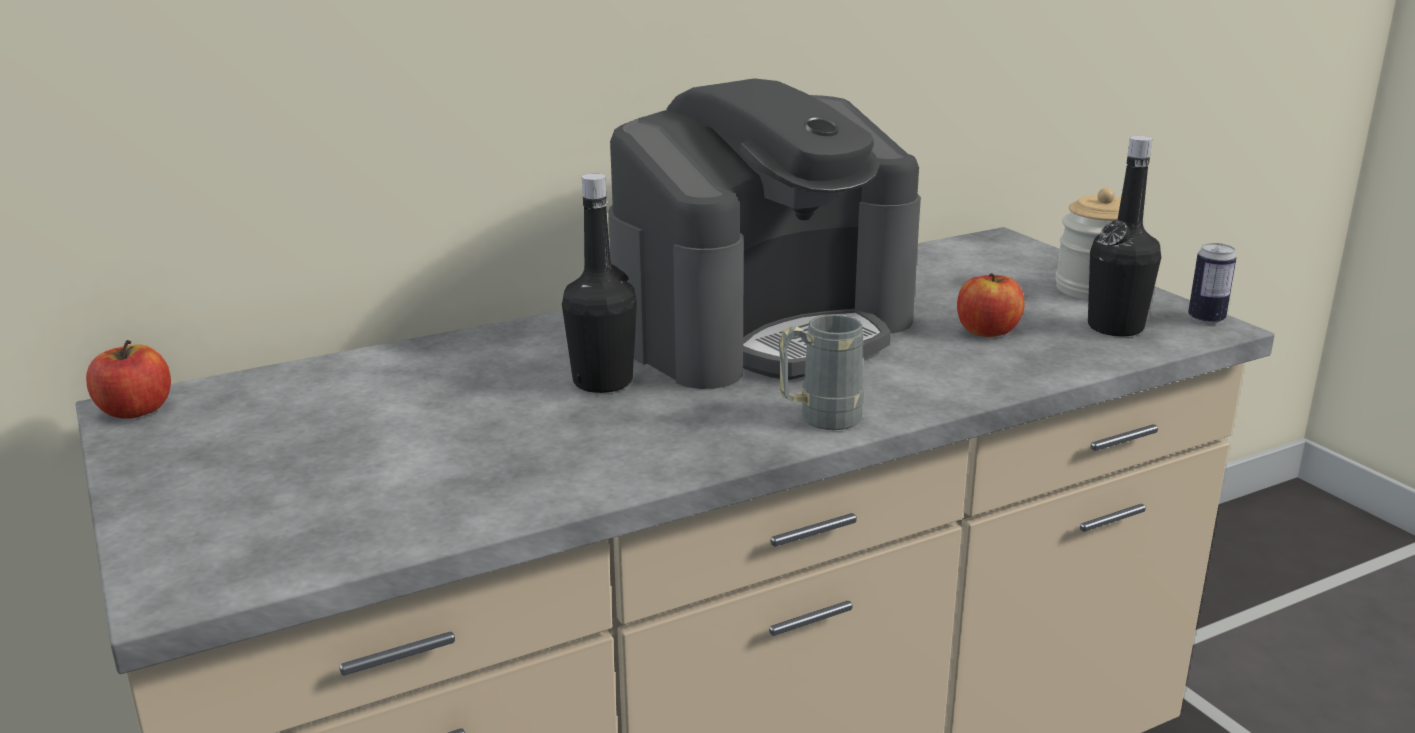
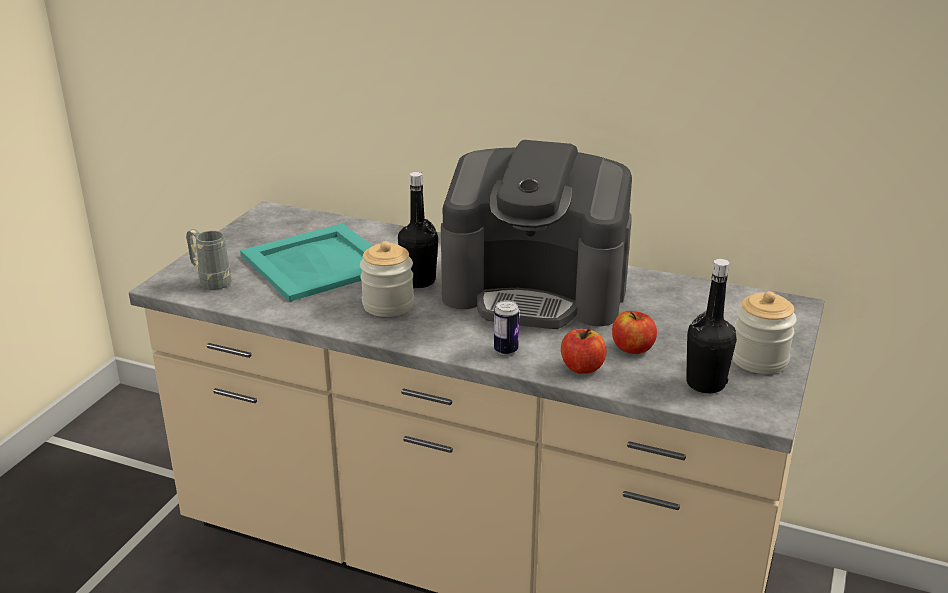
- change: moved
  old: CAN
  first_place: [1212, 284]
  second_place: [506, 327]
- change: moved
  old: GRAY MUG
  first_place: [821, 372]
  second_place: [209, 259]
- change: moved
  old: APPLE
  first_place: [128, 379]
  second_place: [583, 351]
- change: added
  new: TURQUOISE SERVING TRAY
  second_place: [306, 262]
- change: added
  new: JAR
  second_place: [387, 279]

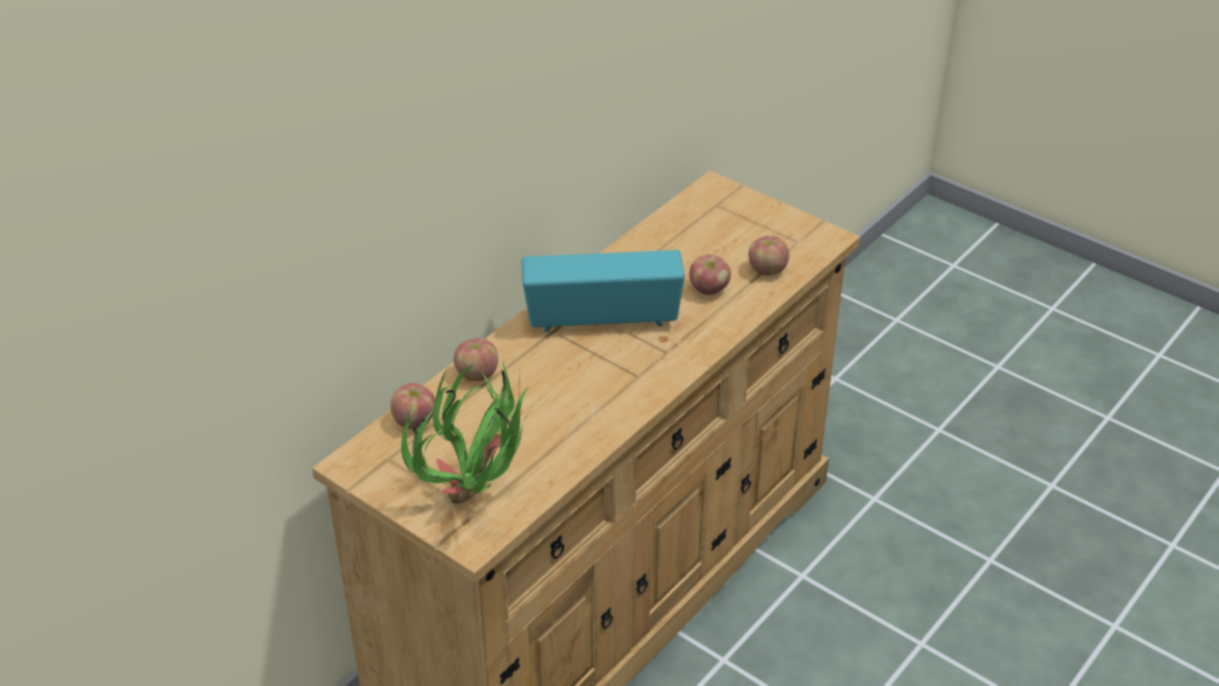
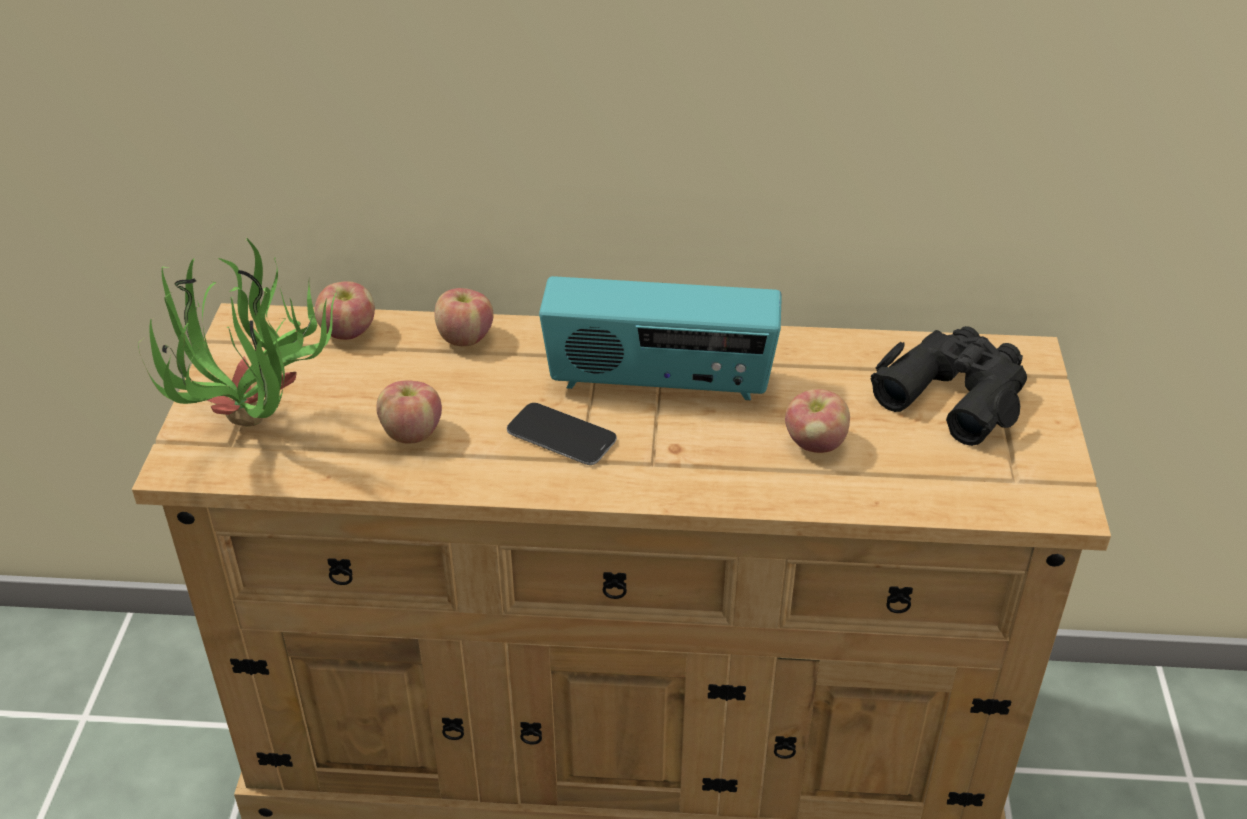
- change: moved
  old: APPLE
  first_place: [769, 256]
  second_place: [409, 412]
- change: turned
  old: RADIO
  first_place: [603, 291]
  second_place: [660, 338]
  degrees: 135
- change: added
  new: BLACK-COLOURED FIELD GLASSES
  second_place: [949, 386]
- change: added
  new: TELEPHONE
  second_place: [562, 434]

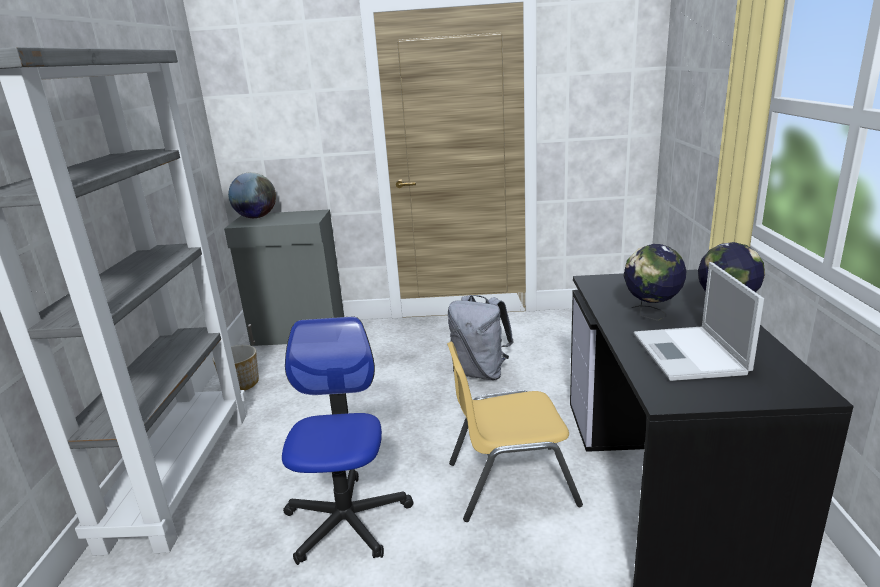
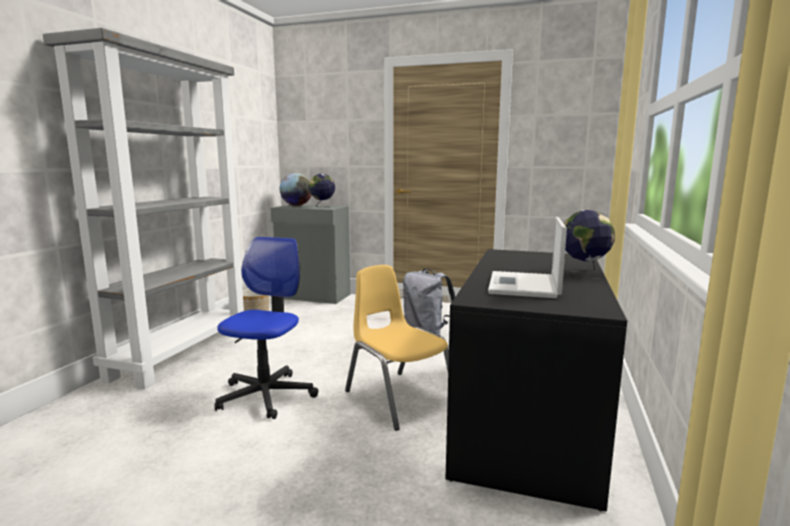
- change: moved
  old: GLOBE
  first_place: [655, 282]
  second_place: [322, 191]
- change: turned
  old: YELLOW-COLOURED UPRIGHT CHAIR
  first_place: [515, 432]
  second_place: [397, 348]
  degrees: 45

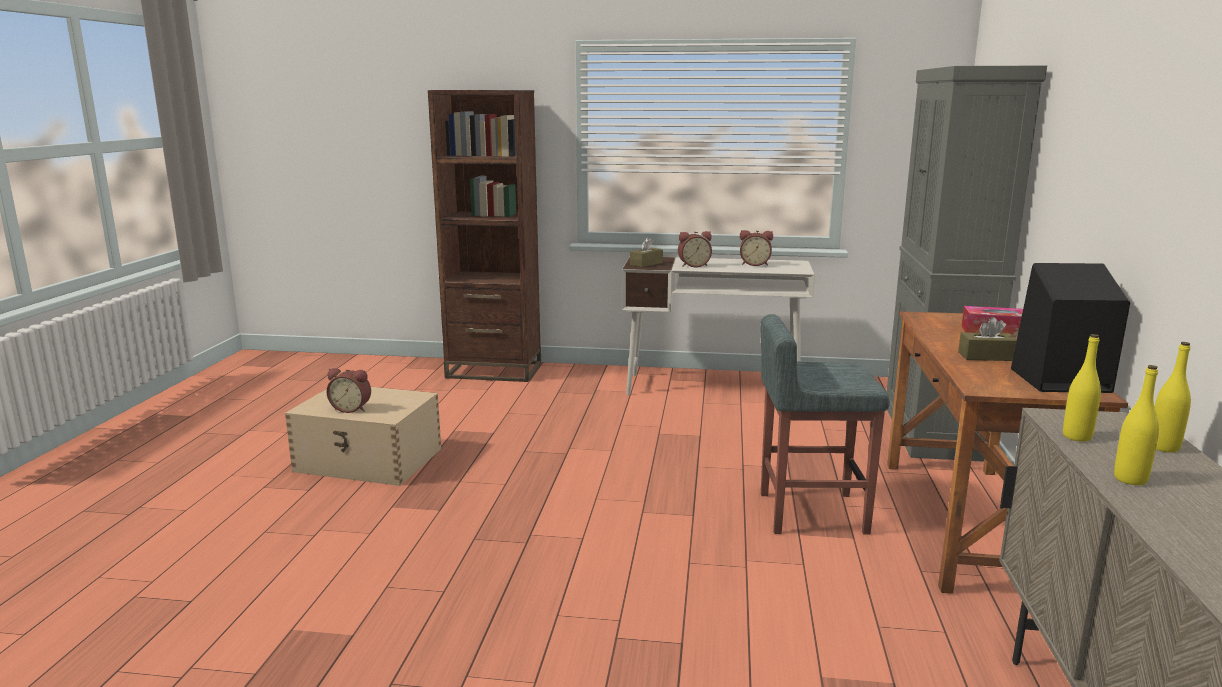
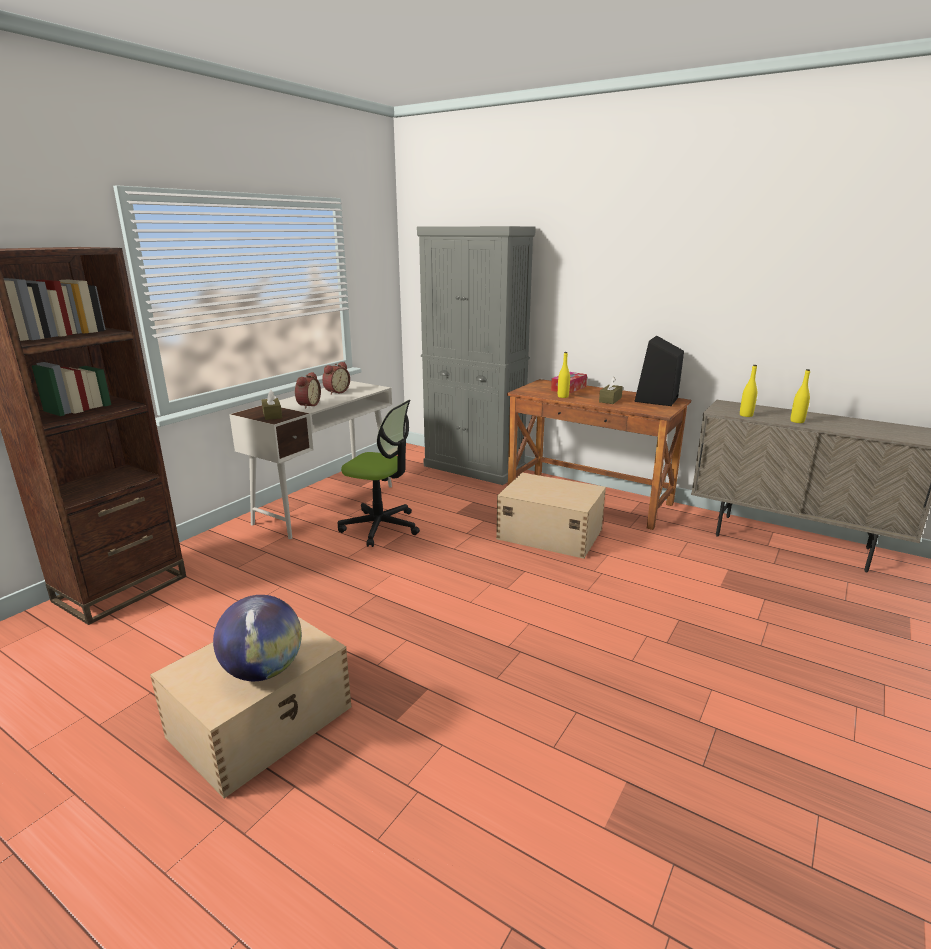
- change: replaced
  old: GRAY STOOL SEAT
  new: SAND-COLOURED STORAGE CONTAINER
  first_place: [825, 424]
  second_place: [551, 516]
- change: moved
  old: YELLOW-COLOURED BOTTLE
  first_place: [1173, 397]
  second_place: [564, 375]
- change: replaced
  old: BEDSIDE CLOCK
  new: GLOBE
  first_place: [348, 390]
  second_place: [257, 638]
- change: added
  new: OFFICE CHAIR
  second_place: [379, 473]

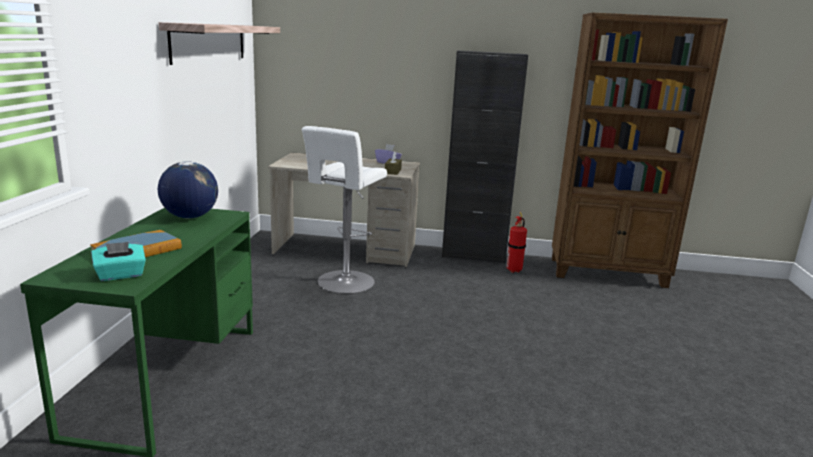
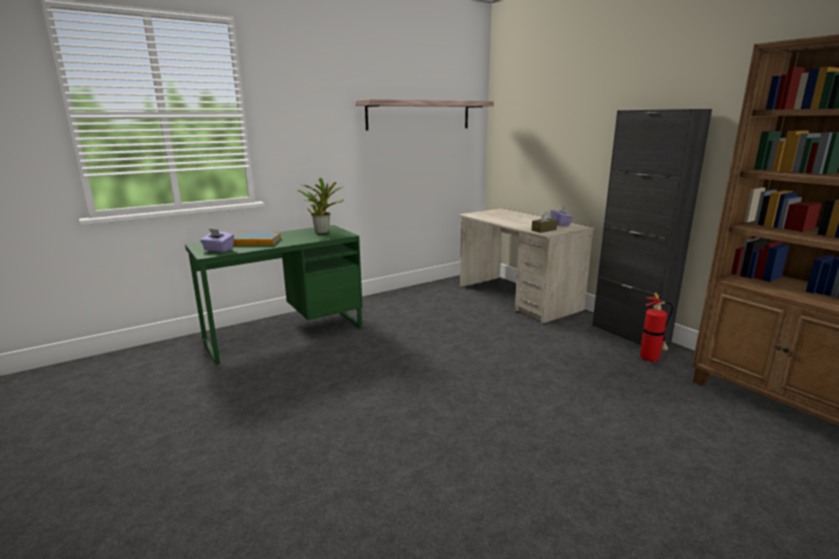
- change: removed
  old: WHITE-COLOURED STOOL SEAT
  first_place: [344, 210]
- change: replaced
  old: GLOBE
  new: POTTED PLANT
  first_place: [188, 189]
  second_place: [320, 206]
- change: recoloured
  old: TURQUOISE BOX OF TISSUES
  new: PURPLE-COLOURED BOX OF TISSUES
  first_place: [118, 261]
  second_place: [217, 240]

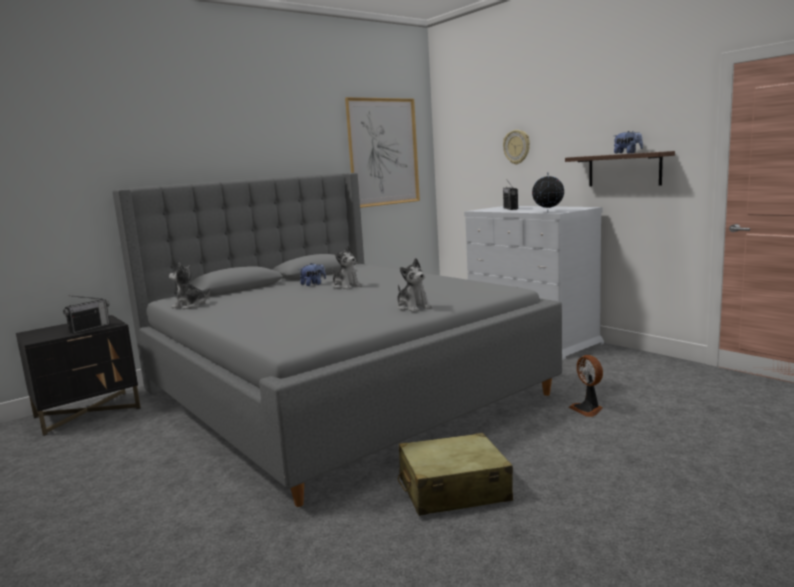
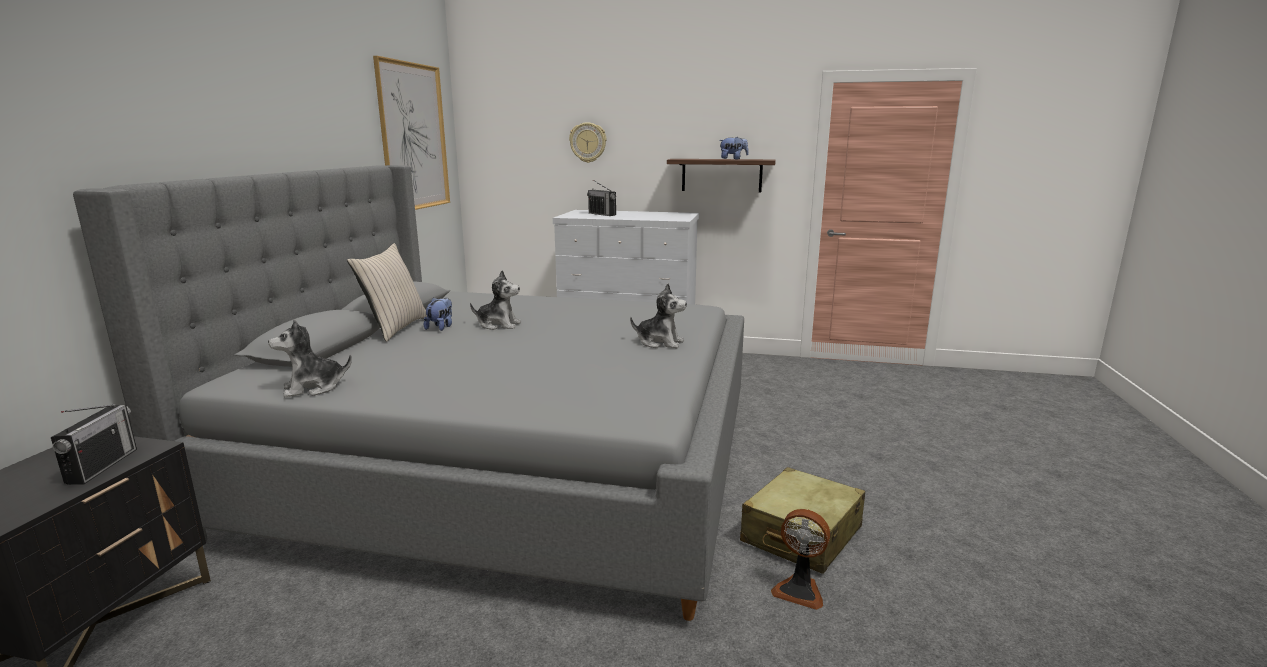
- change: removed
  old: GLOBE
  first_place: [548, 191]
- change: moved
  old: FAN
  first_place: [586, 386]
  second_place: [800, 559]
- change: added
  new: SAND-COLOURED PILLOW
  second_place: [387, 292]

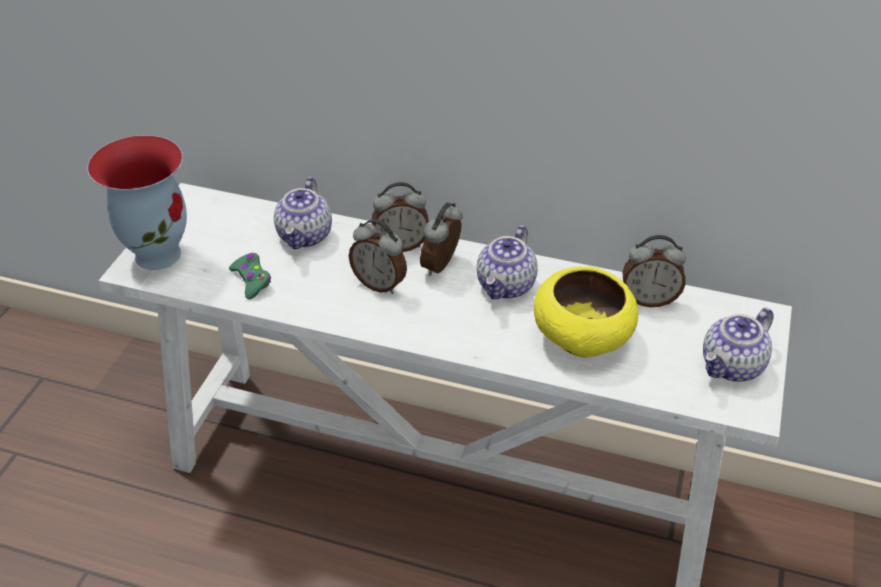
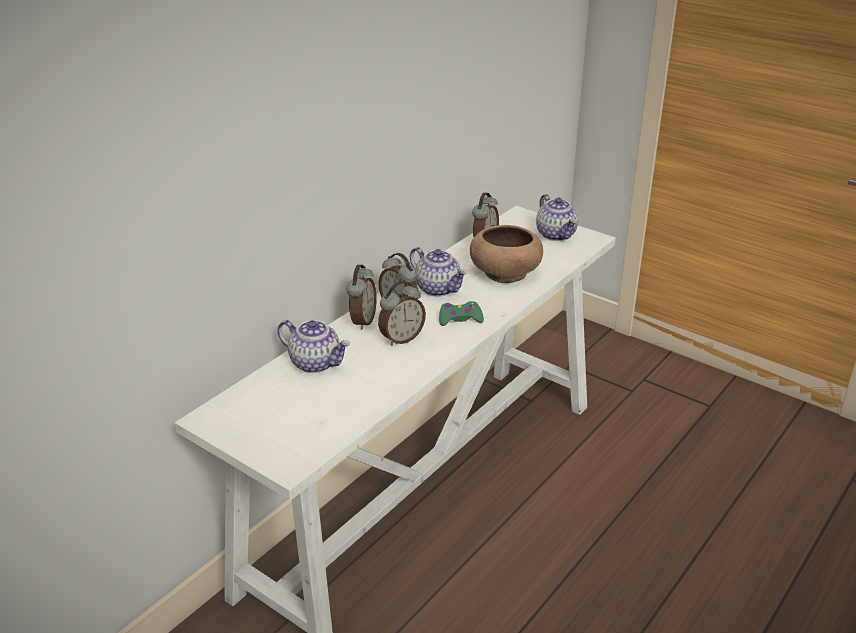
- change: removed
  old: DECORATIVE VASE
  first_place: [137, 202]
- change: moved
  old: GREEN GAMEPAD
  first_place: [250, 276]
  second_place: [461, 313]
- change: recoloured
  old: YELLOW-COLOURED BOWL
  new: BROWN BOWL
  first_place: [586, 311]
  second_place: [506, 254]

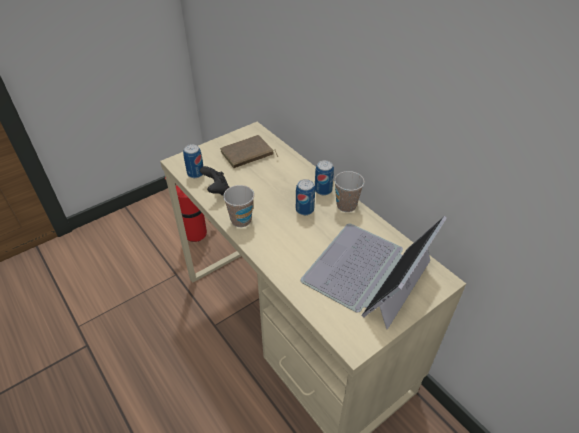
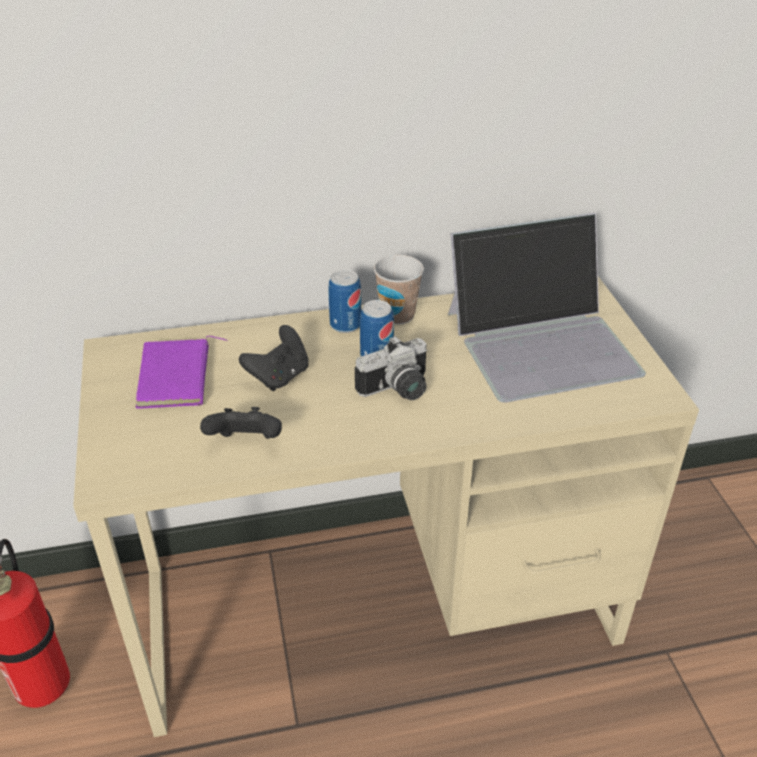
- change: recoloured
  old: BROWN BOUND BOOK
  new: PURPLE-COLOURED BOUND BOOK
  first_place: [249, 151]
  second_place: [181, 372]
- change: removed
  old: CAN
  first_place: [193, 161]
- change: removed
  old: DRINKING CUP
  first_place: [238, 206]
- change: turned
  old: LAPTOP
  first_place: [374, 273]
  second_place: [547, 308]
  degrees: -75
- change: added
  new: BLACK-COLOURED GAMEPAD
  second_place: [274, 358]
- change: added
  new: PHOTO CAMERA
  second_place: [391, 368]

